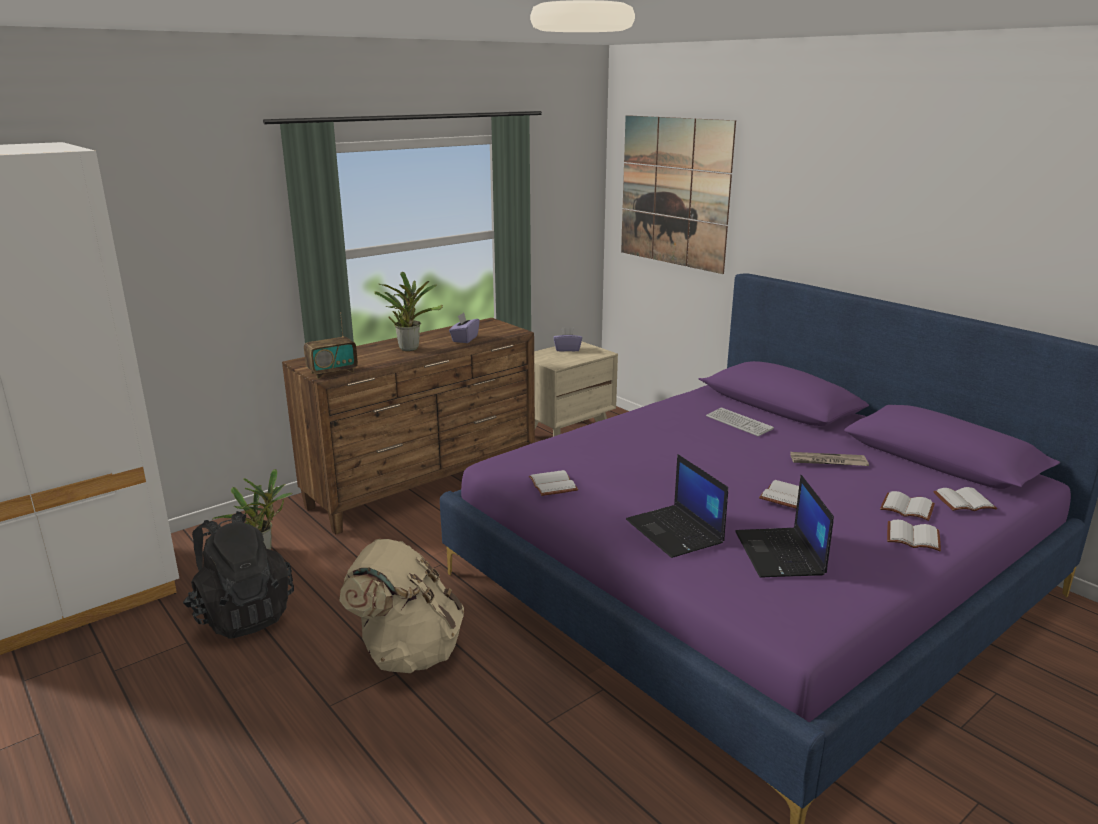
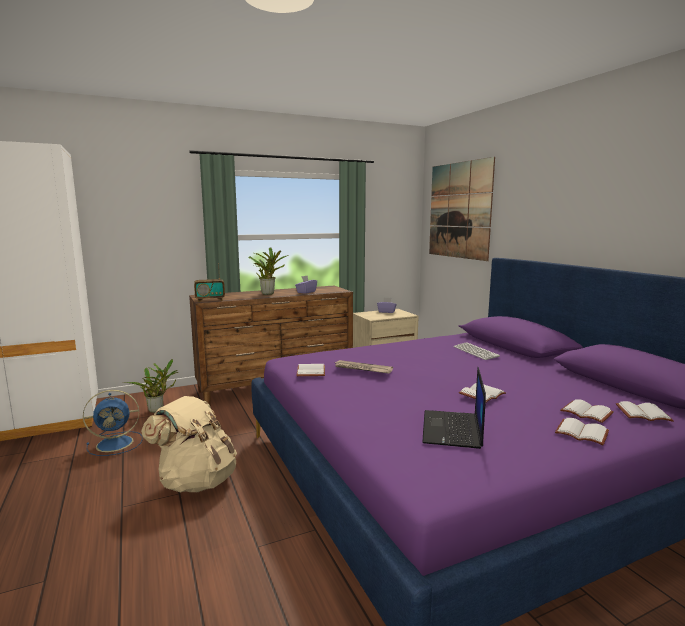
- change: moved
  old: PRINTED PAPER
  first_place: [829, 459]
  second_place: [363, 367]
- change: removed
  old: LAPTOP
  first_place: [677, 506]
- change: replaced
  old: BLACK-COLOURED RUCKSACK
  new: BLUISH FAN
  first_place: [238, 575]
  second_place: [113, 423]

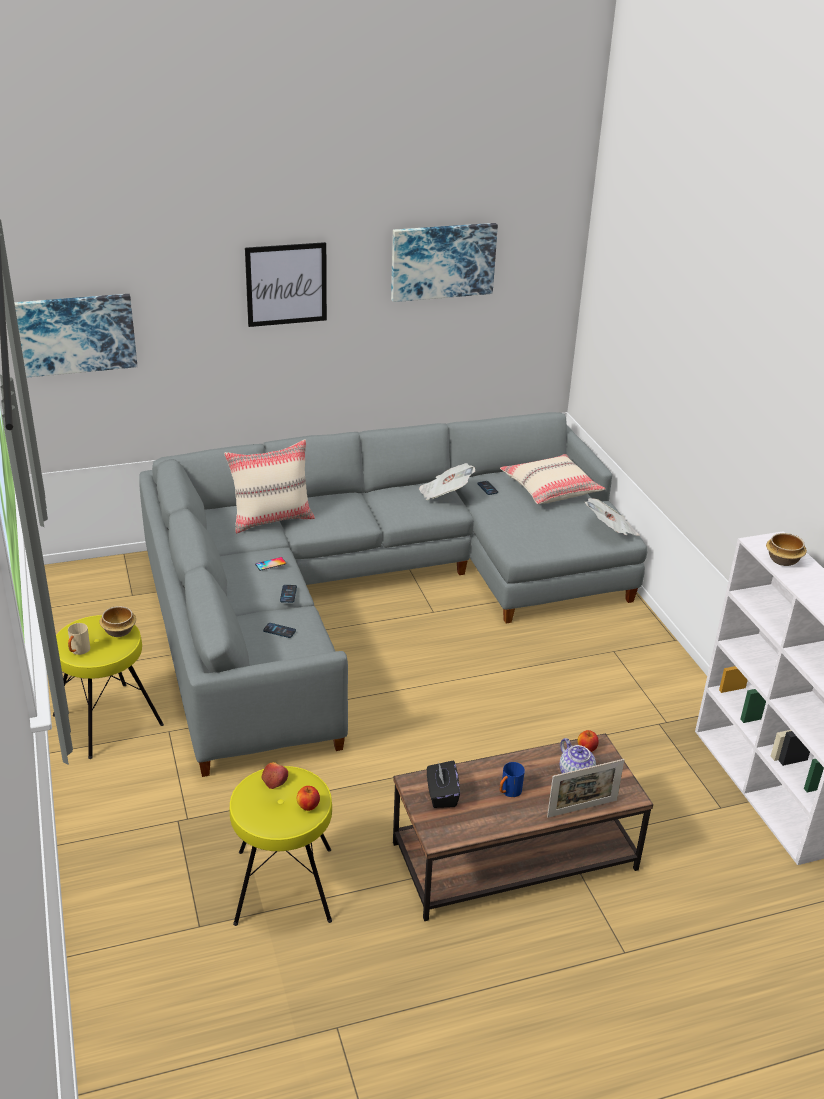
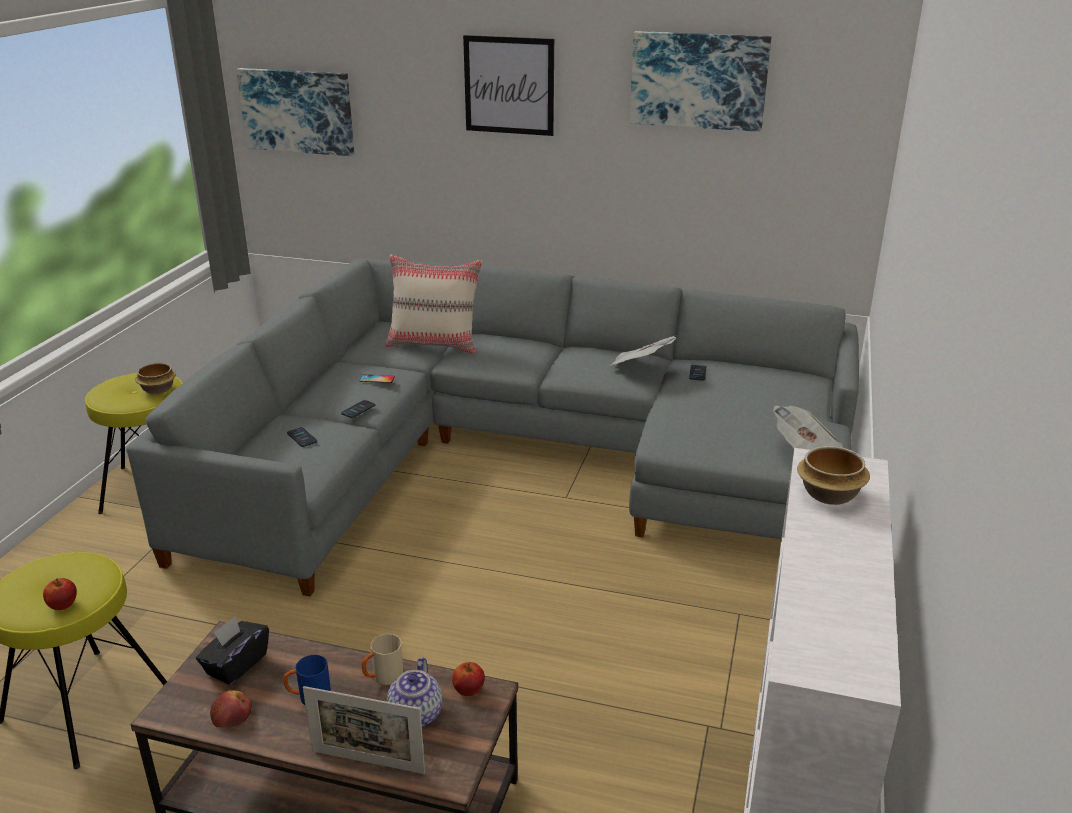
- change: removed
  old: SAND-COLOURED PILLOW
  first_place: [552, 479]
- change: moved
  old: SAND-COLOURED MUG
  first_place: [79, 639]
  second_place: [382, 659]
- change: moved
  old: APPLE
  first_place: [275, 775]
  second_place: [231, 709]

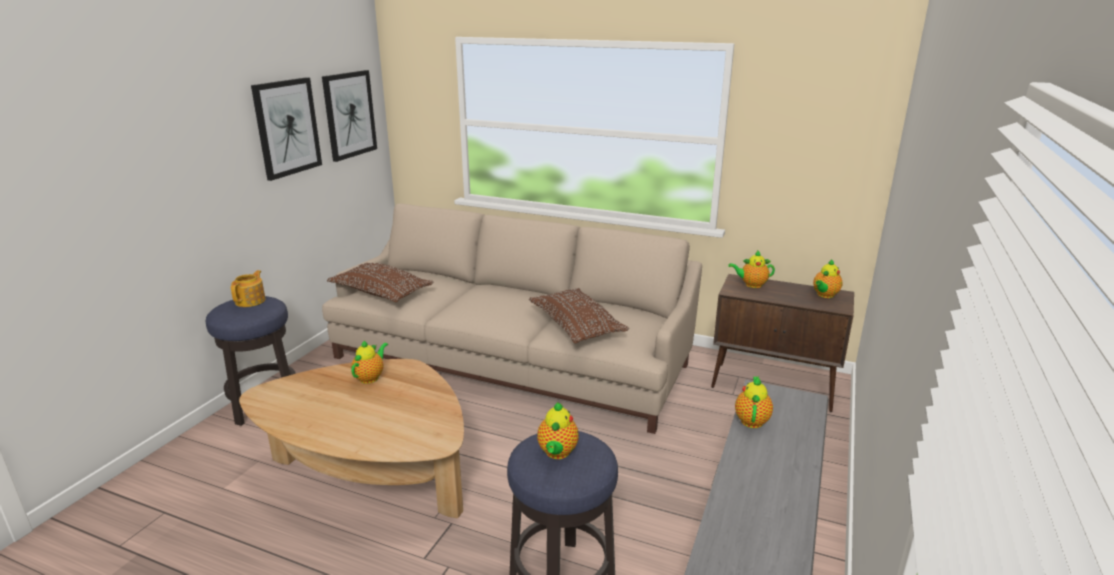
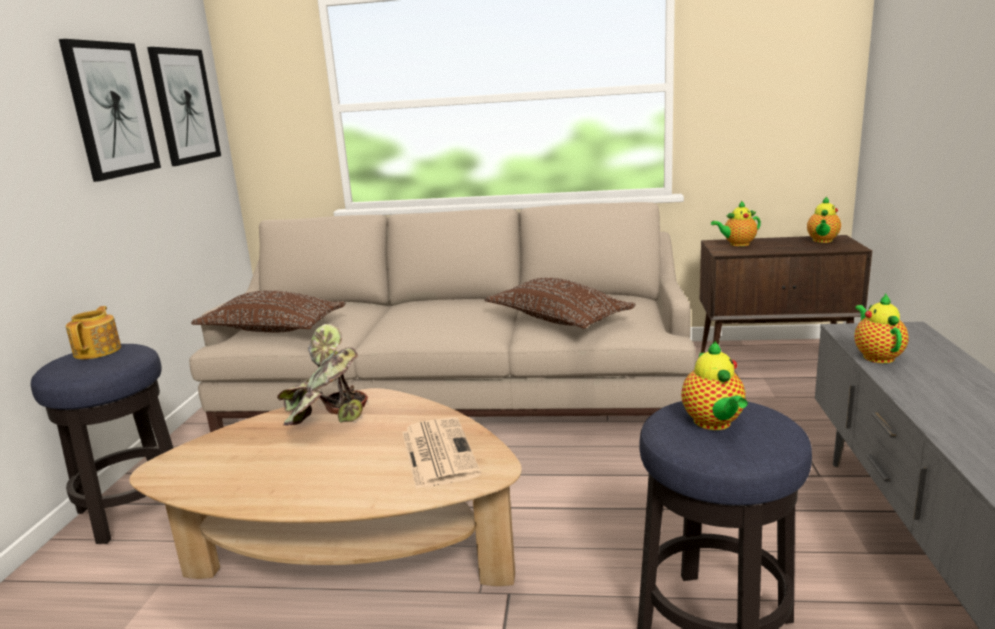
- change: replaced
  old: TEA POT
  new: POTTED PLANT
  first_place: [369, 362]
  second_place: [322, 375]
- change: added
  new: PRINTED PAPER
  second_place: [441, 453]

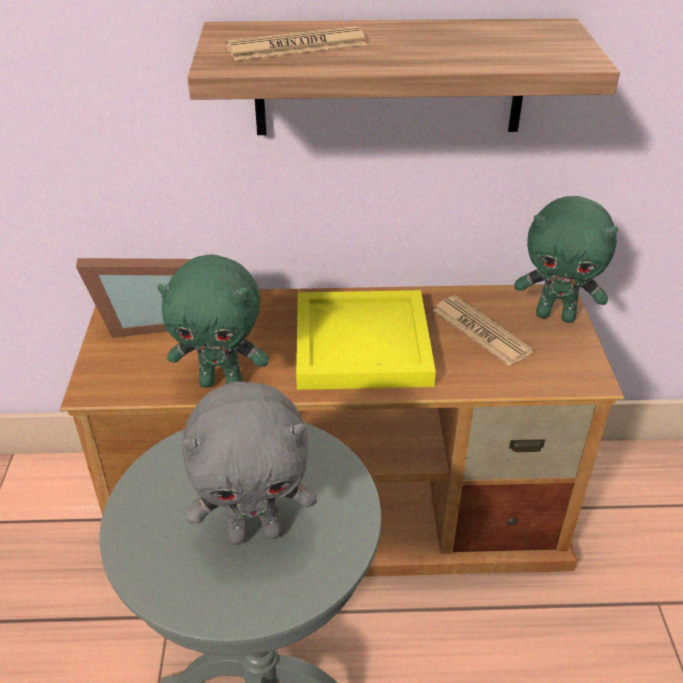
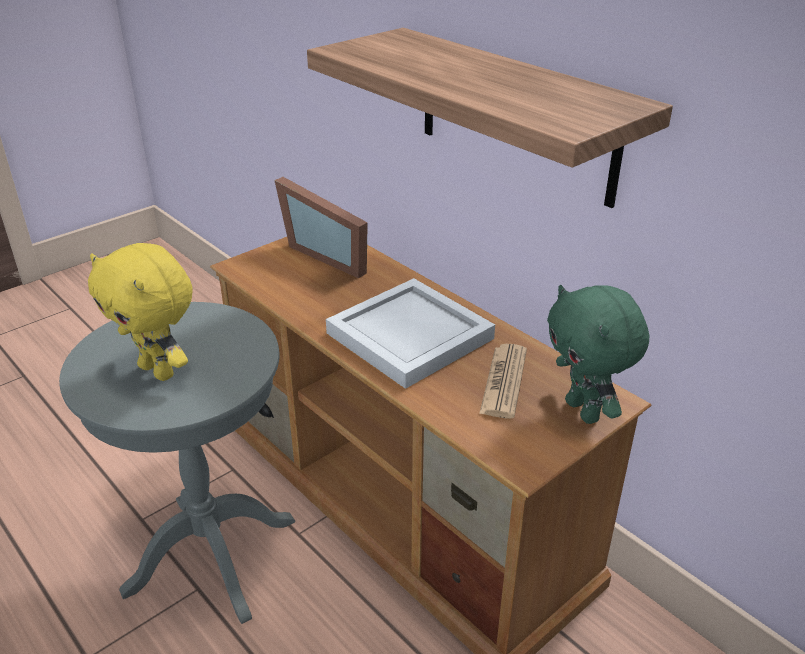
- change: removed
  old: PRINTED PAPER
  first_place: [296, 43]
- change: removed
  old: GREEN CUDDLY TOY
  first_place: [213, 321]
- change: recoloured
  old: YELLOW-COLOURED SERVING TRAY
  new: WHITE-COLOURED SERVING TRAY
  first_place: [366, 340]
  second_place: [410, 333]
- change: recoloured
  old: GRAY CUDDLY TOY
  new: YELLOW-COLOURED CUDDLY TOY
  first_place: [249, 462]
  second_place: [140, 312]

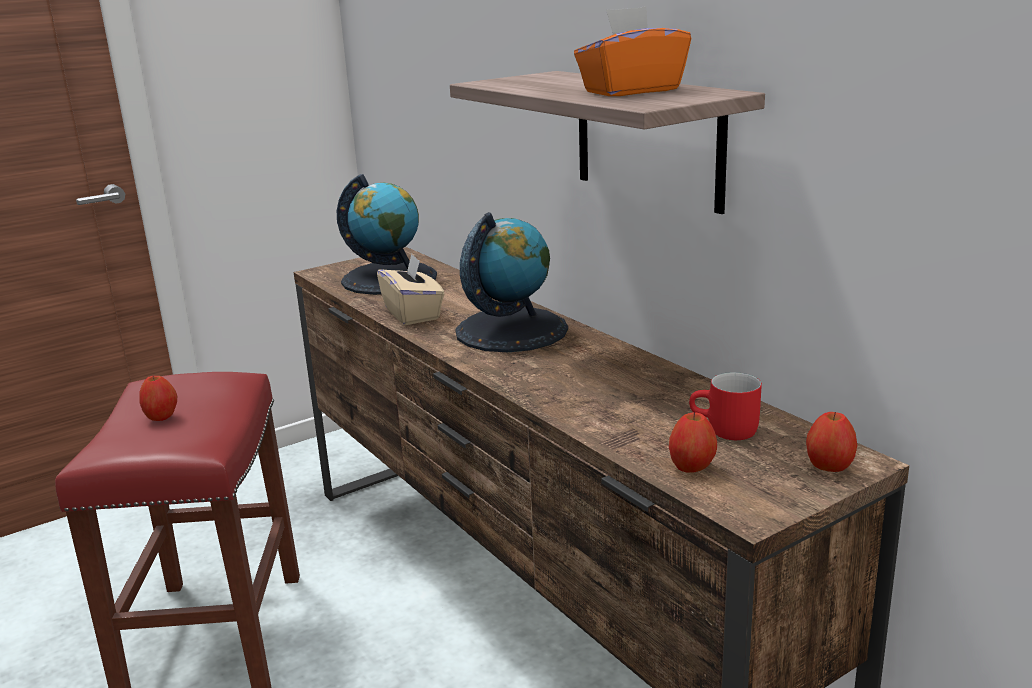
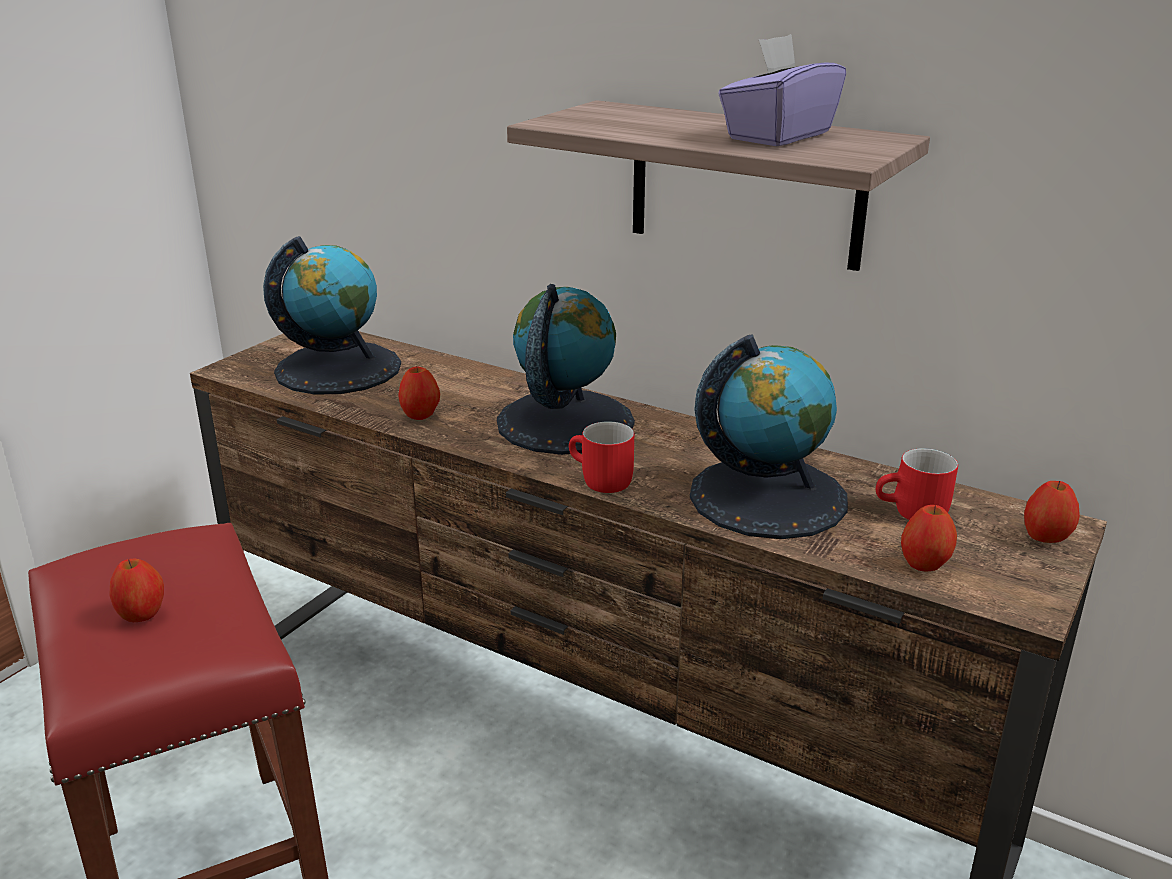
- change: recoloured
  old: ORANGE-COLOURED BOX OF TISSUES
  new: PURPLE-COLOURED BOX OF TISSUES
  first_place: [632, 51]
  second_place: [782, 90]
- change: replaced
  old: SAND-COLOURED BOX OF TISSUES
  new: APPLE
  first_place: [411, 289]
  second_place: [419, 393]
- change: added
  new: GLOBE
  second_place: [769, 436]
- change: added
  new: REDDISH MUG
  second_place: [601, 457]

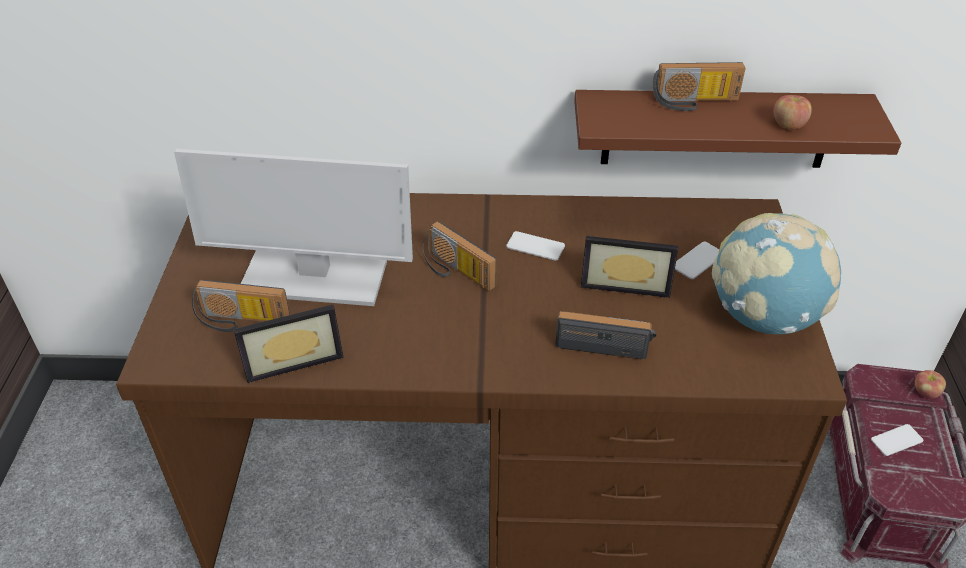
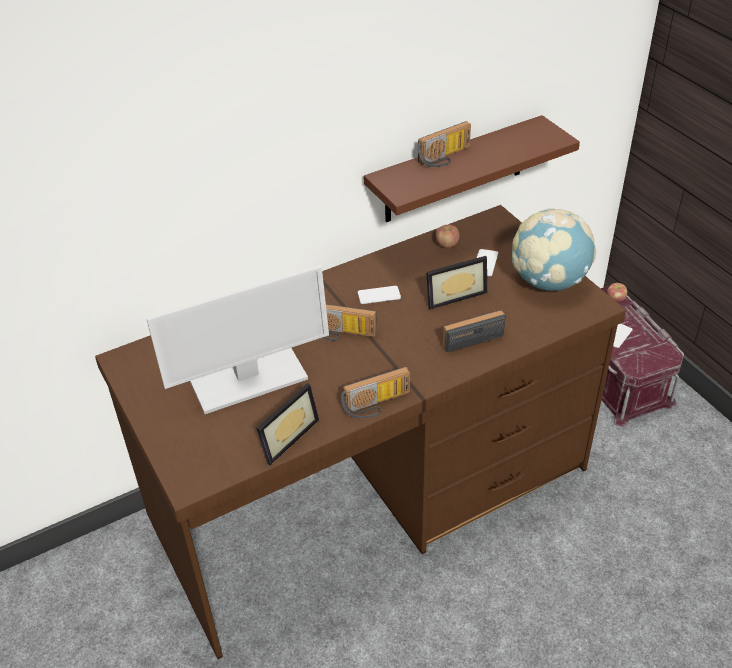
- change: moved
  old: APPLE
  first_place: [792, 112]
  second_place: [447, 236]
- change: moved
  old: RADIO
  first_place: [241, 306]
  second_place: [375, 392]

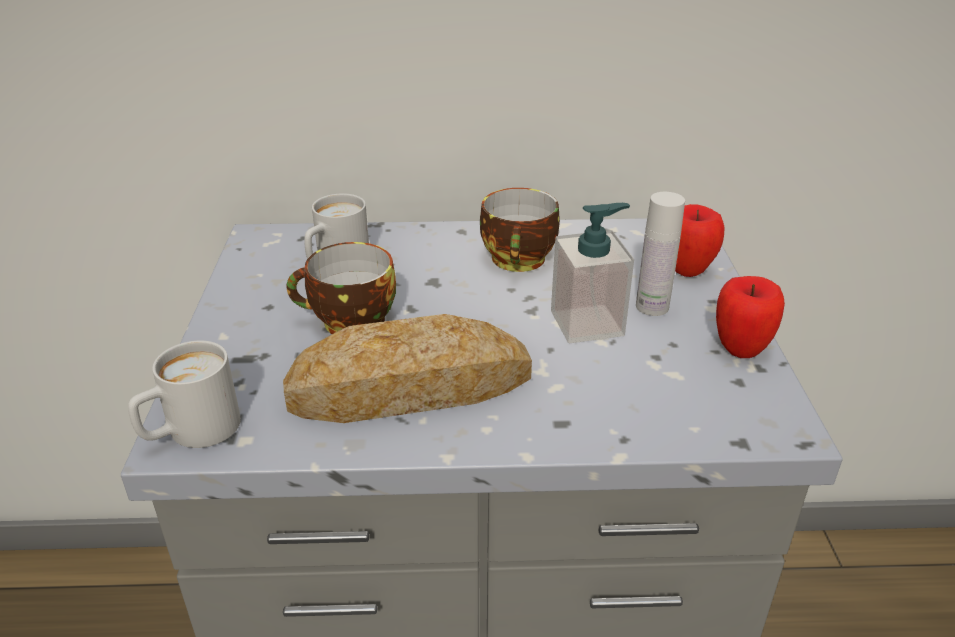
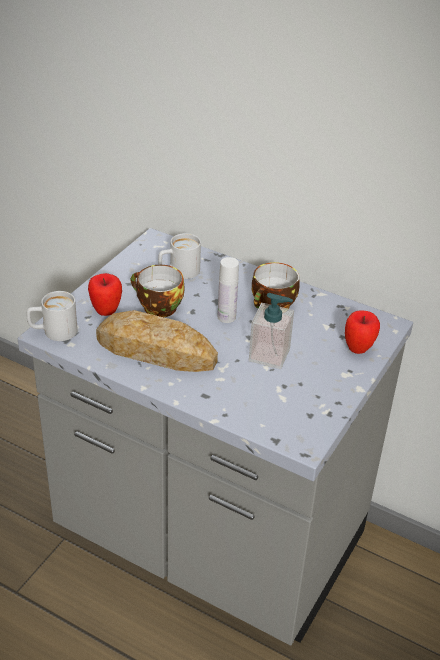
- change: moved
  old: WHITE-COLOURED BOTTLE
  first_place: [660, 254]
  second_place: [228, 290]
- change: moved
  old: APPLE
  first_place: [750, 317]
  second_place: [105, 294]

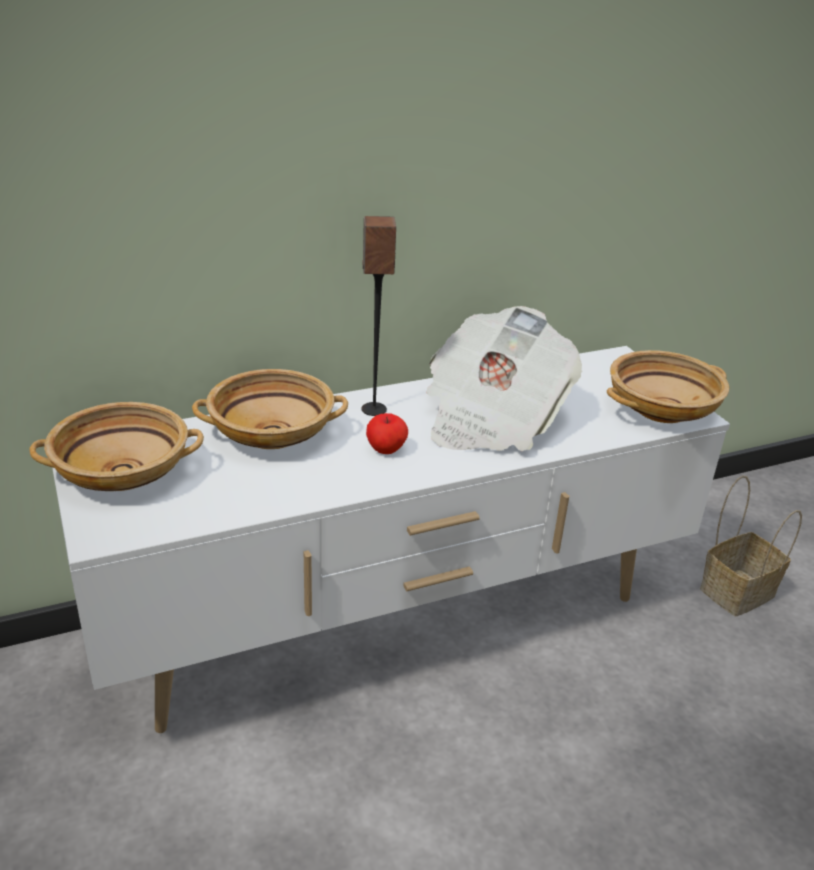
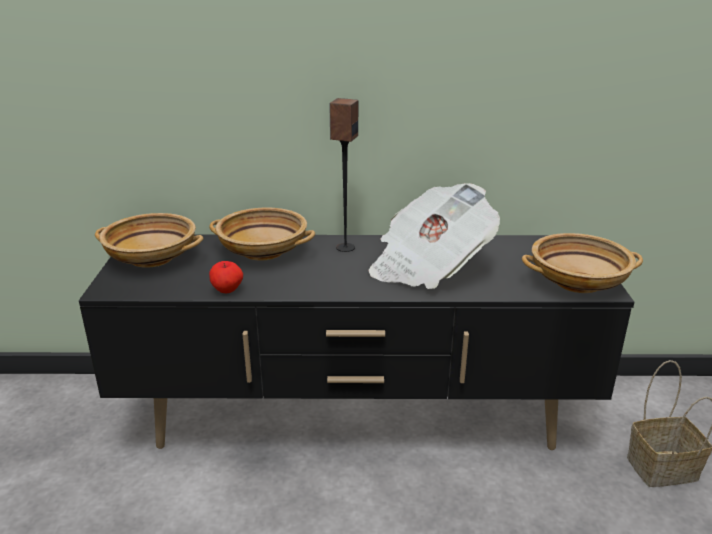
- change: recoloured
  old: WHITE-COLOURED TV UNIT
  new: BLACK-COLOURED TV UNIT
  first_place: [391, 539]
  second_place: [356, 342]
- change: moved
  old: APPLE
  first_place: [387, 433]
  second_place: [226, 277]

